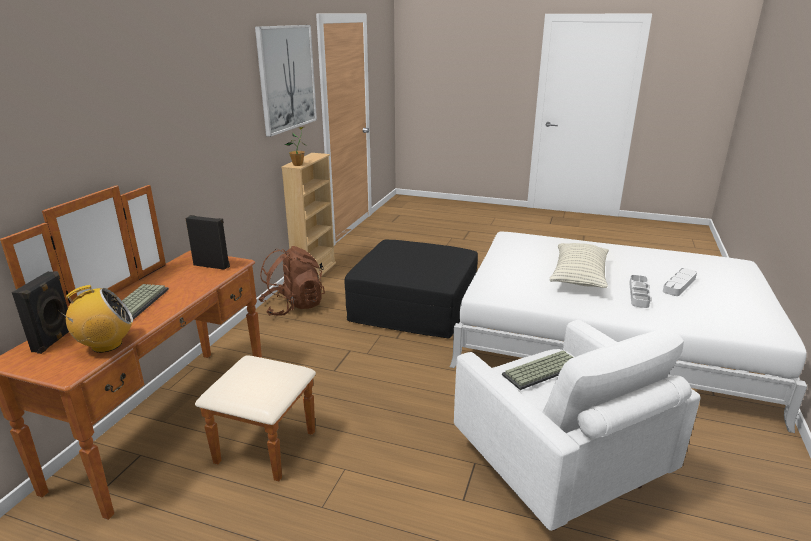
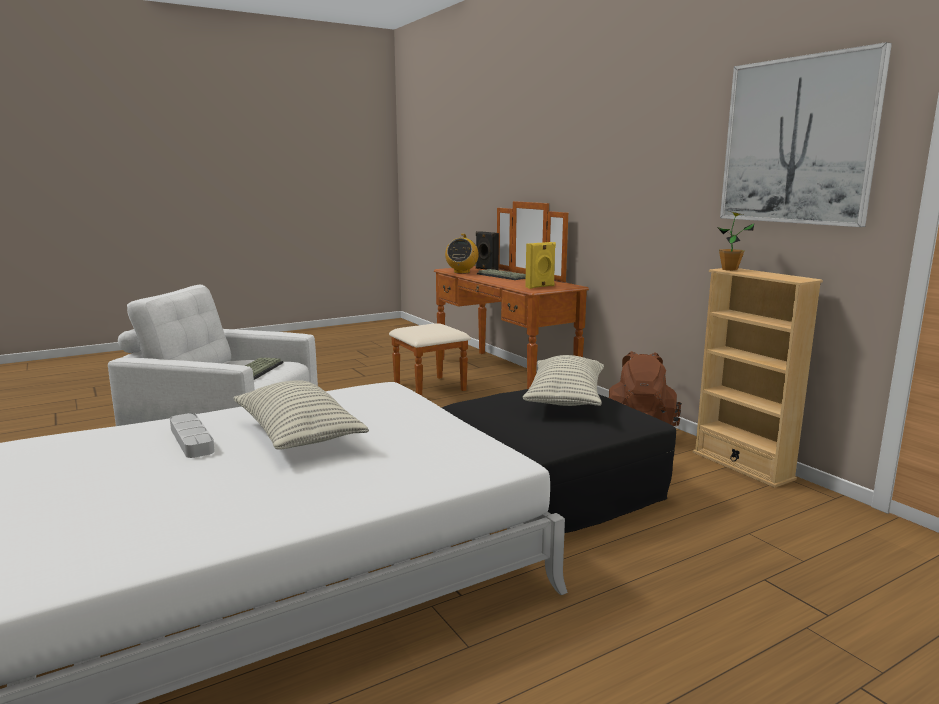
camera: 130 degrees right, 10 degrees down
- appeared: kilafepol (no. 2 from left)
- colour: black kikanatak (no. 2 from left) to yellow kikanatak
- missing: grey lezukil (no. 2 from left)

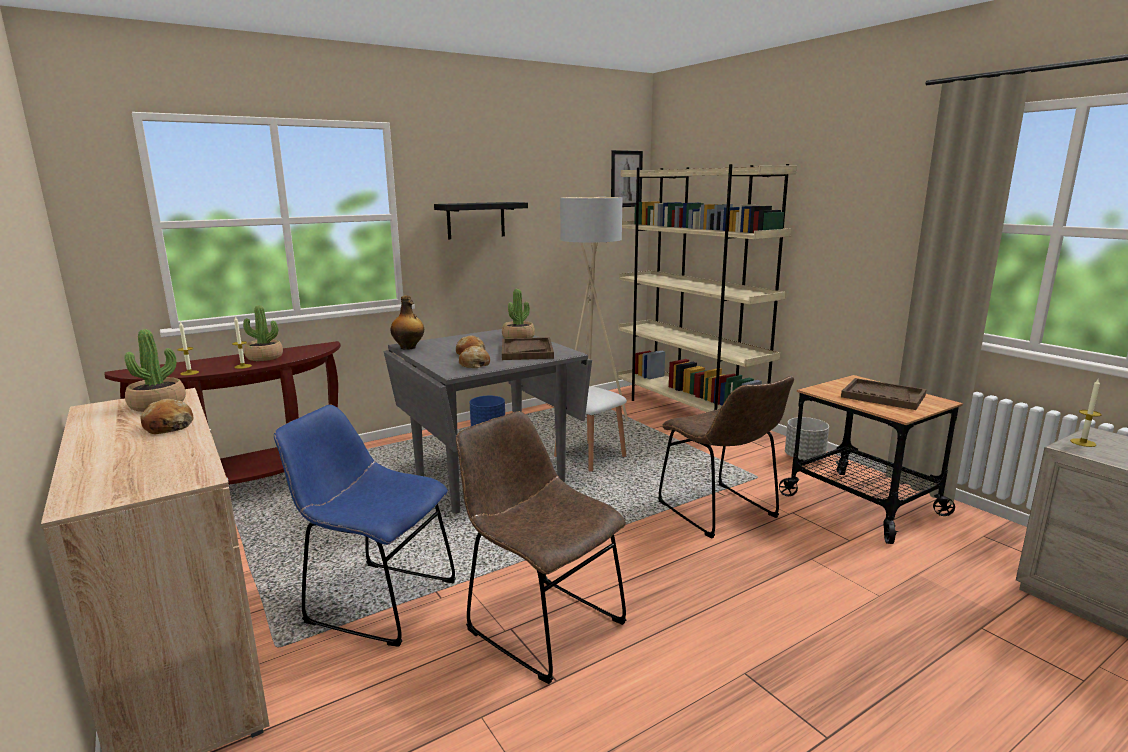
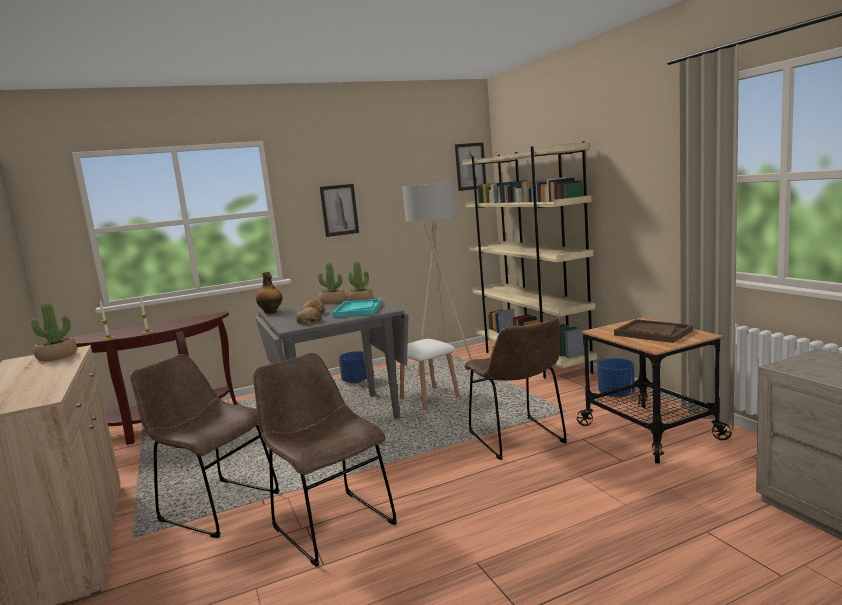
camera: 10 degrees right, 5 degrees down
- colour: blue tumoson to brown tumoson (no. 1 from left)
- relocated: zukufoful (no. 2 from left)
- exchanged: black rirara to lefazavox (no. 1 from left)
- colour: brown lezukil (no. 1 from left) to turquoise lezukil
- colour: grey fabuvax to blue fabuvax (no. 2 from left)
- missing: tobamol (no. 1 from left)
- missing: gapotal (no. 3 from left)

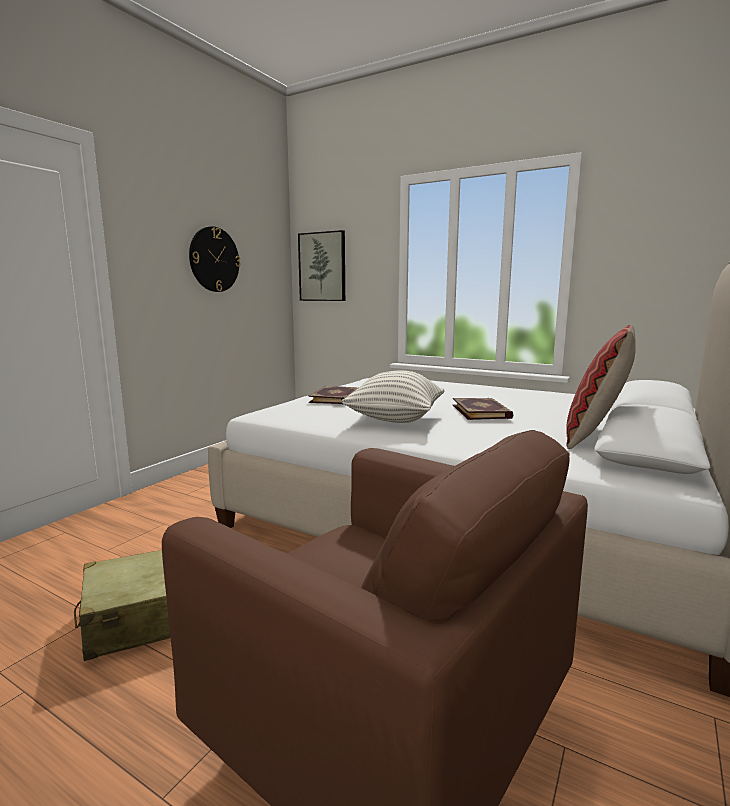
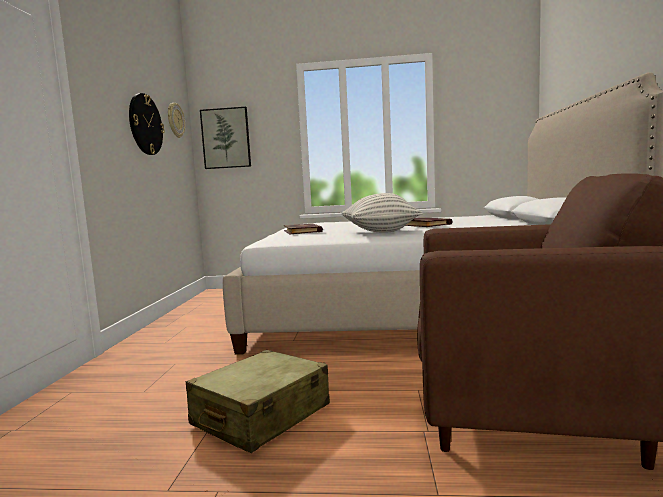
camera: 25 degrees left, 5 degrees down
- appeared: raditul (no. 2 from left)
- missing: kilafepol (no. 2 from left)

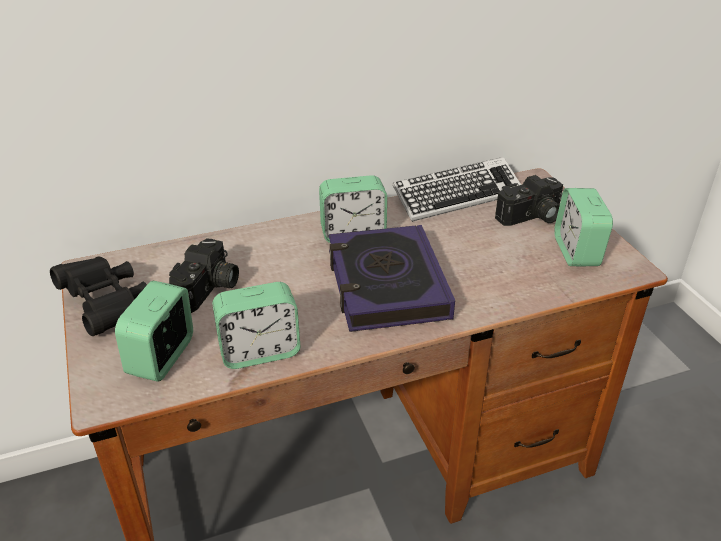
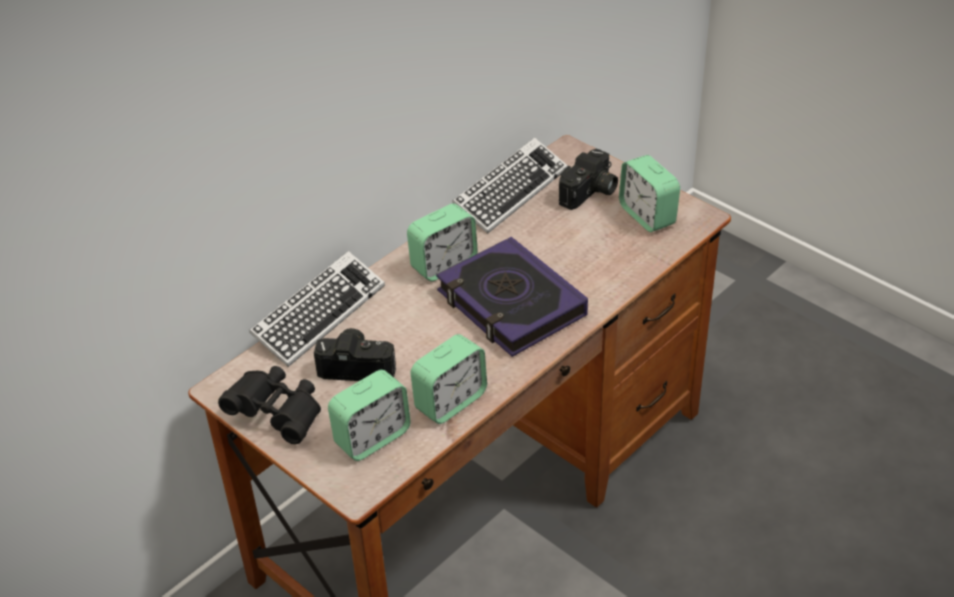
camera: 25 degrees left, 5 degrees up
- appeared: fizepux (no. 1 from left)
- spun: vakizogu (no. 1 from left) 75 degrees counterclockwise
- spun: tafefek (no. 1 from left) 120 degrees counterclockwise

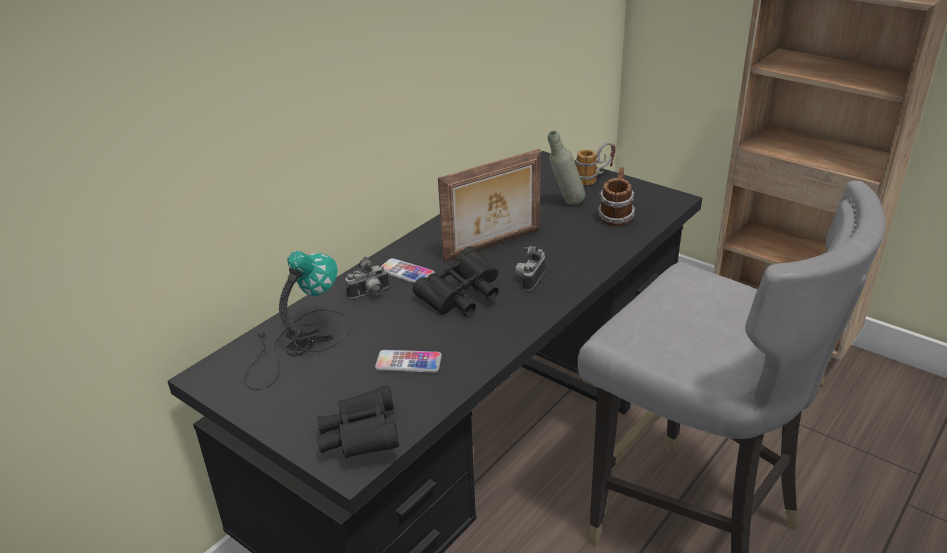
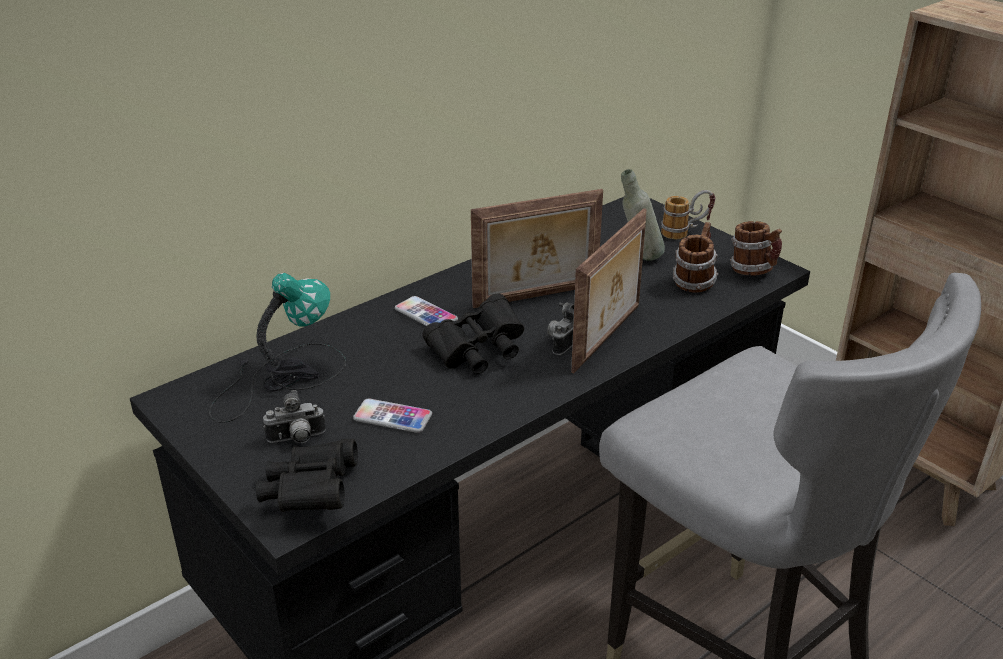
camera: 10 degrees right, 0 degrees up
- relocated: vakizogu (no. 1 from left)
- appeared: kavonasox (no. 2 from left)
- appeared: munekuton (no. 3 from left)

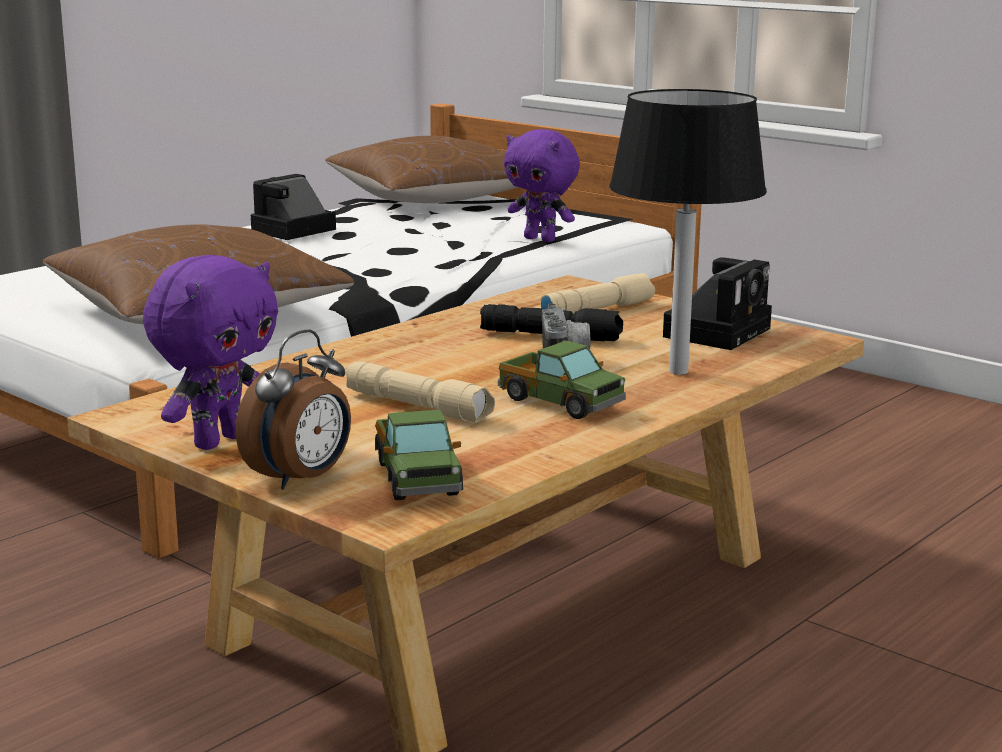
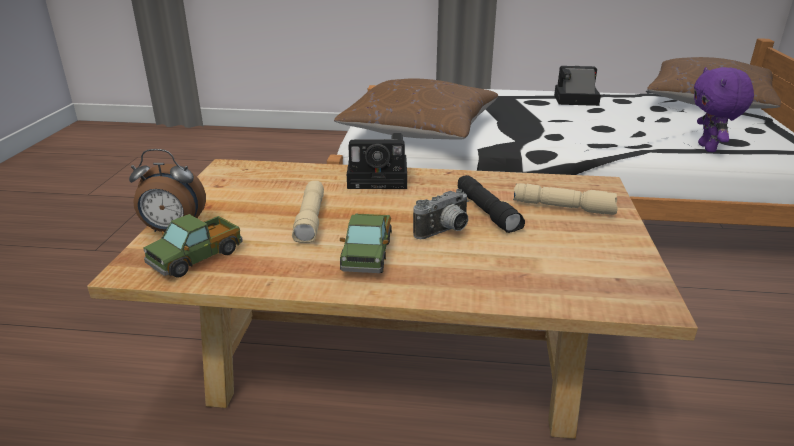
camera: 55 degrees right, 10 degrees up
- relocated: vakizogu (no. 3 from left in the first image) to vakizogu (no. 1 from left)
- missing: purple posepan (no. 1 from left)
- missing: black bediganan

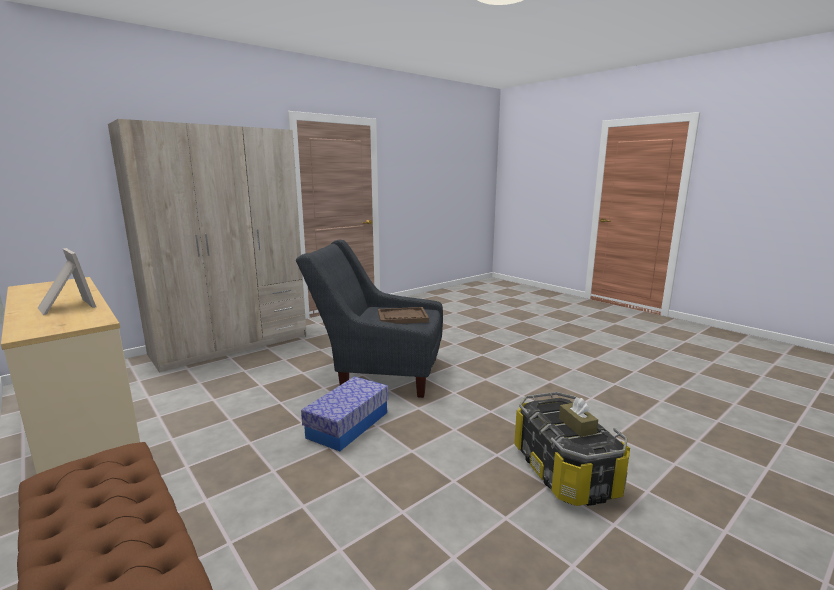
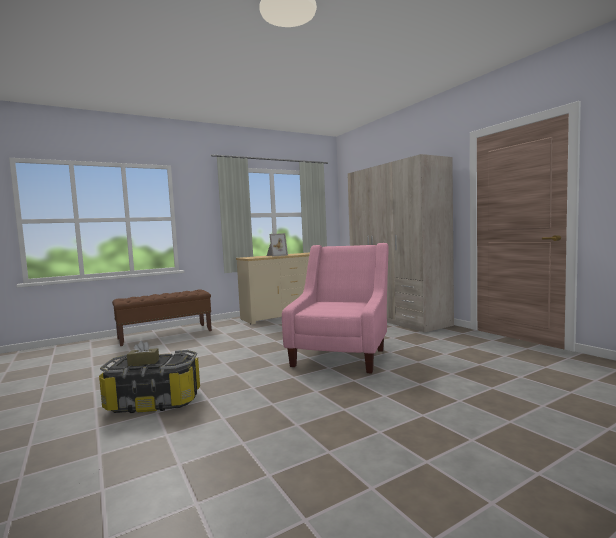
camera: 100 degrees right, 10 degrees down
- colour: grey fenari to pink fenari
- missing: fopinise (no. 1 from left)
- missing: brown lezukil

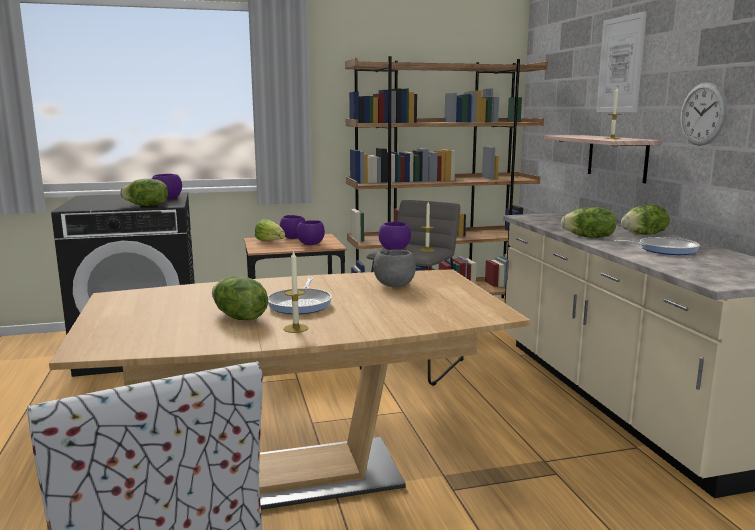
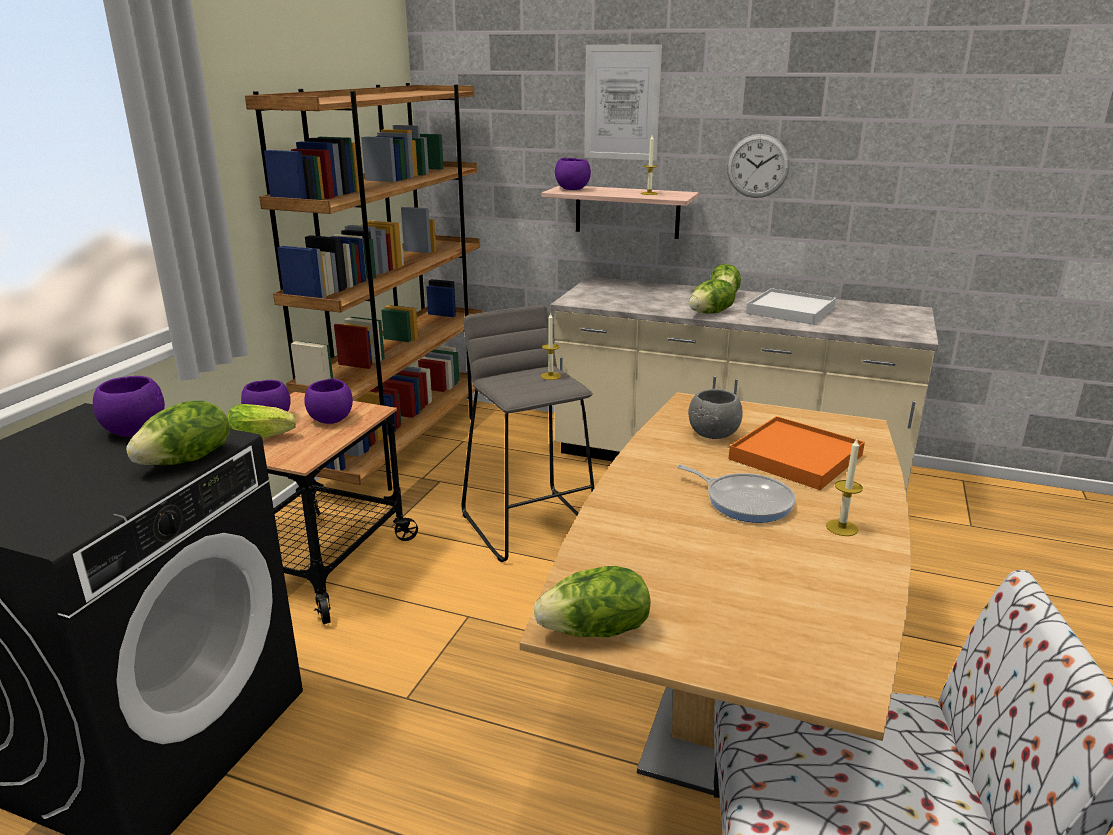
camera: 55 degrees left, 10 degrees up
- relocated: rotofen (no. 2 from left in the first image) to rotofen (no. 3 from left)
- relocated: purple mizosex (no. 4 from left)
- appeared: orange lezukil
- exchanged: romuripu (no. 2 from left) to white lezukil

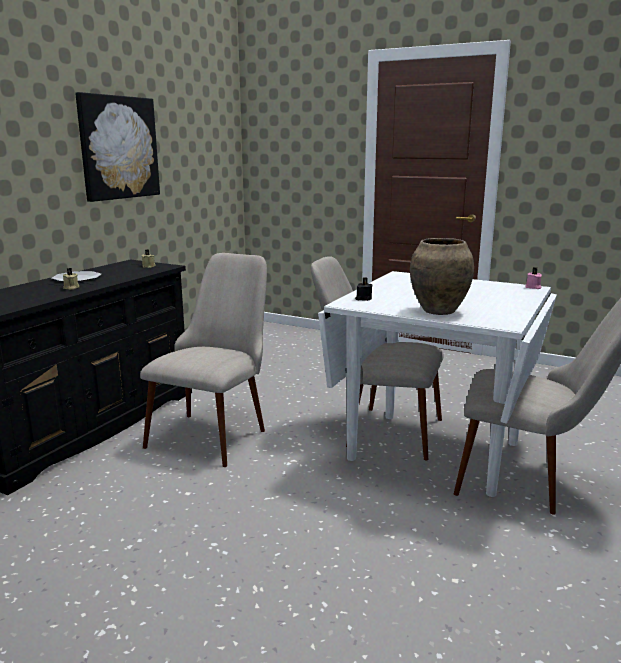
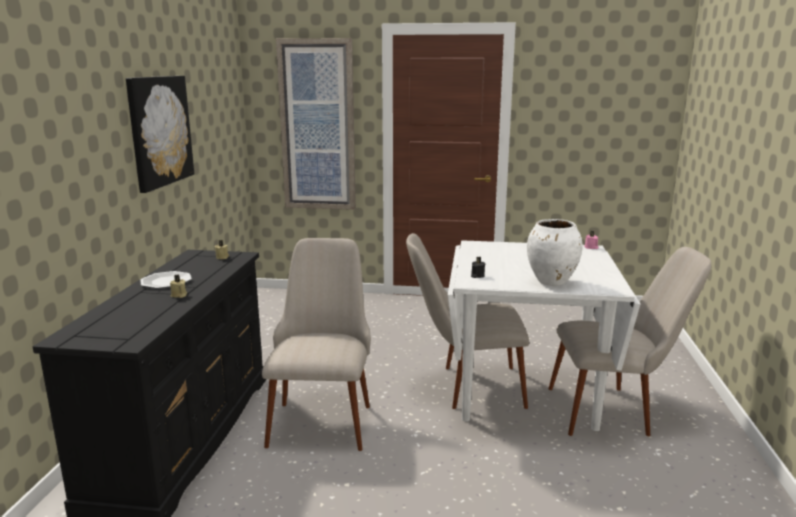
camera: 20 degrees left, 0 degrees up
- appeared: lefazavox (no. 2 from left)
- colour: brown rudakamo to white rudakamo

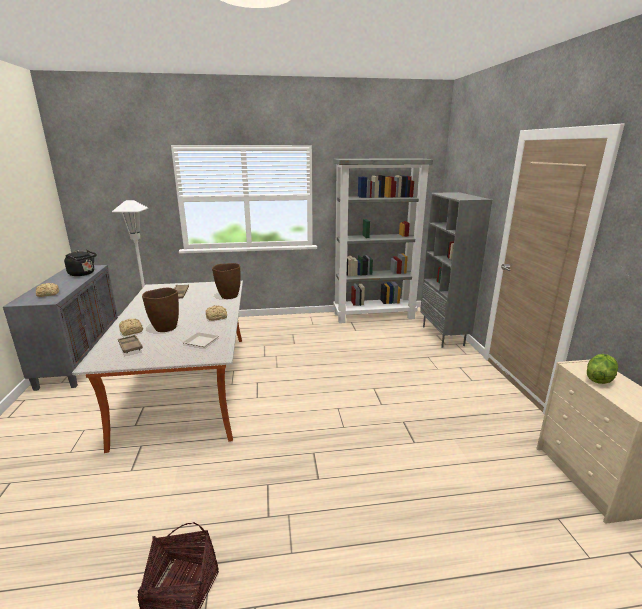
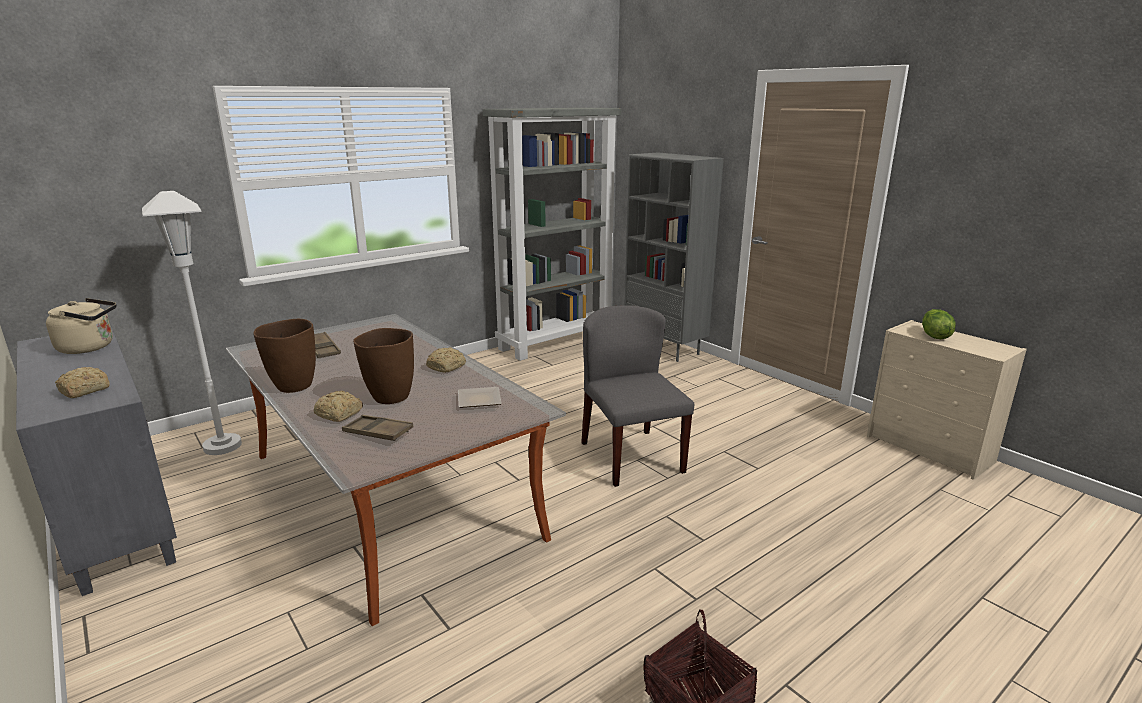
camera: 30 degrees left, 0 degrees up
- colour: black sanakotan to beige sanakotan
- relocated: brown rudakamo (no. 2 from left in the first image) to brown rudakamo (no. 1 from left)
- appeared: grey tumoson

